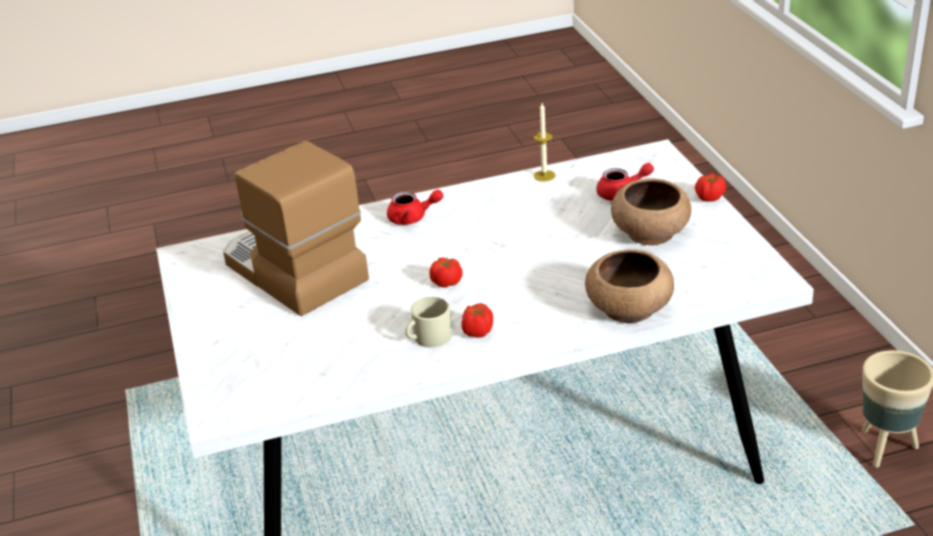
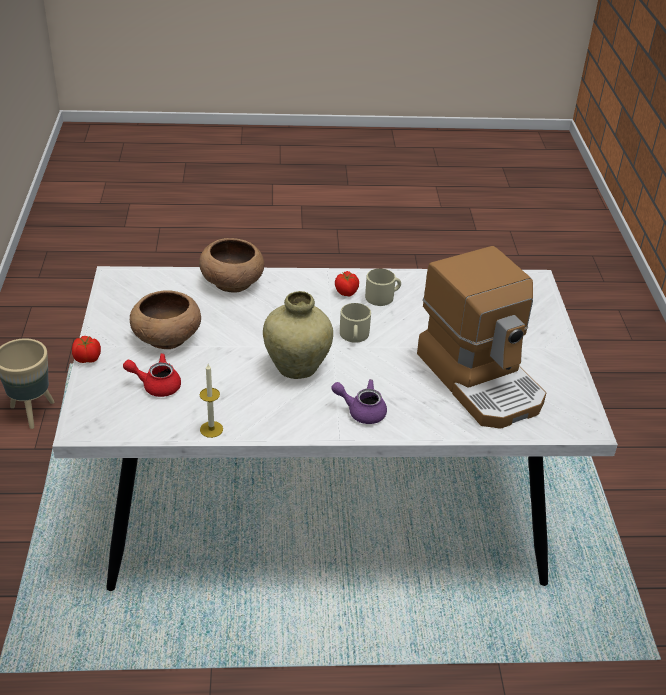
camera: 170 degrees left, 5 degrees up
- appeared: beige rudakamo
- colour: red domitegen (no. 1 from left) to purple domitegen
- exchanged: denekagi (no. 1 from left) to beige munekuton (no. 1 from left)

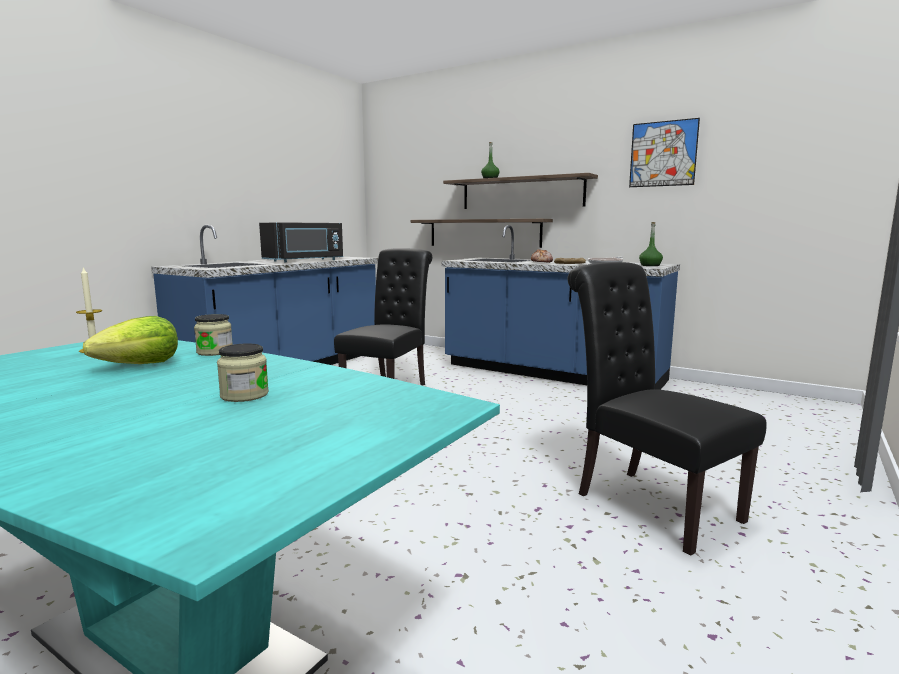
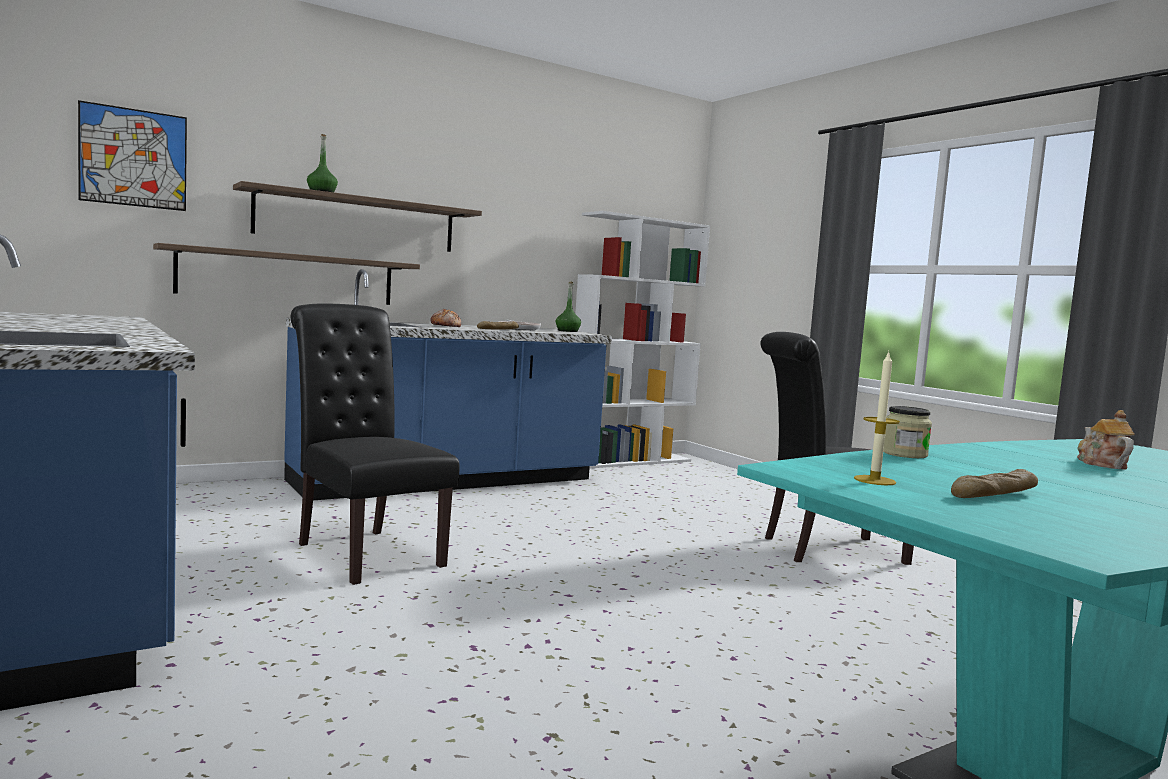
camera: 65 degrees left, 5 degrees down
- relocated: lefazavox
- appeared: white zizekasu
- appeared: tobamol (no. 3 from left)
- exchanged: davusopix (no. 2 from left) to domitegen
- missing: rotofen
- missing: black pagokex

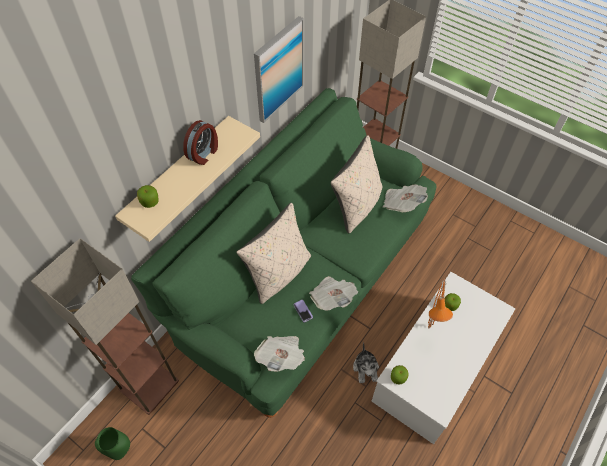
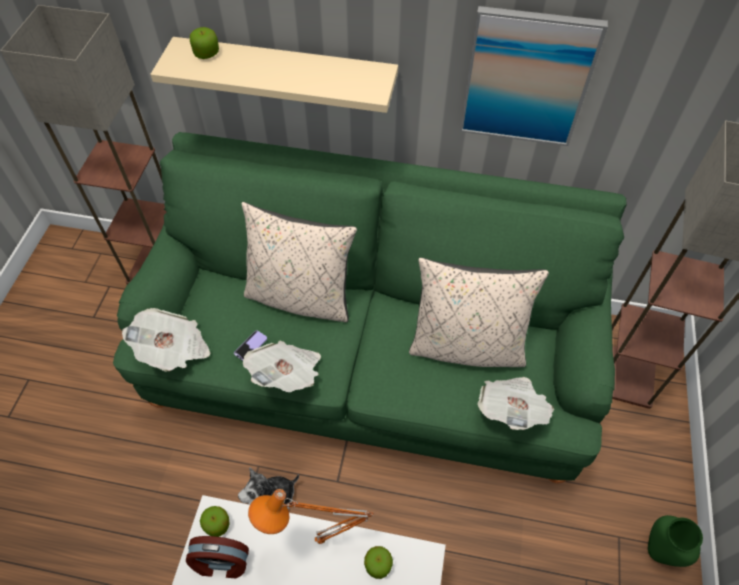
camera: 65 degrees right, 0 degrees up
- relocated: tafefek
- relocated: green rudakamo

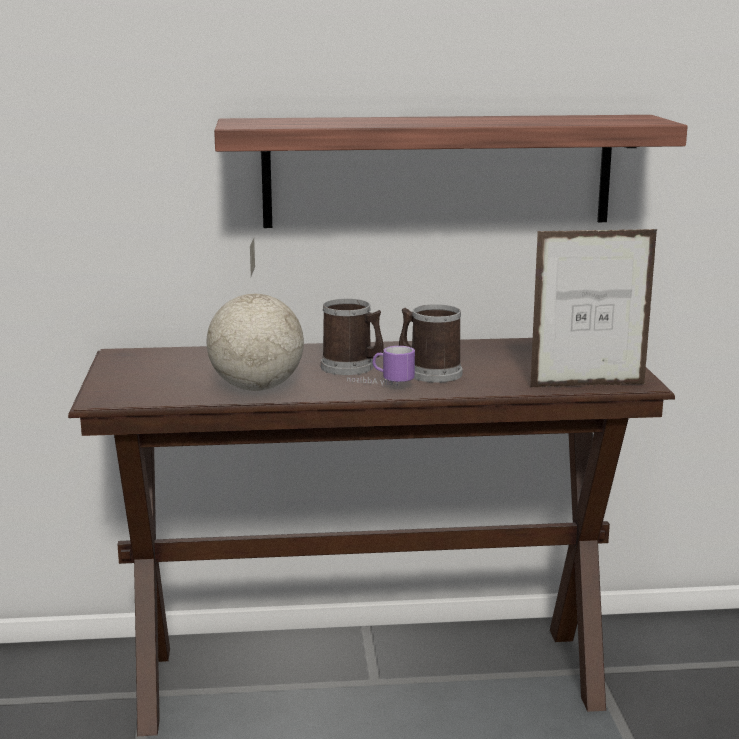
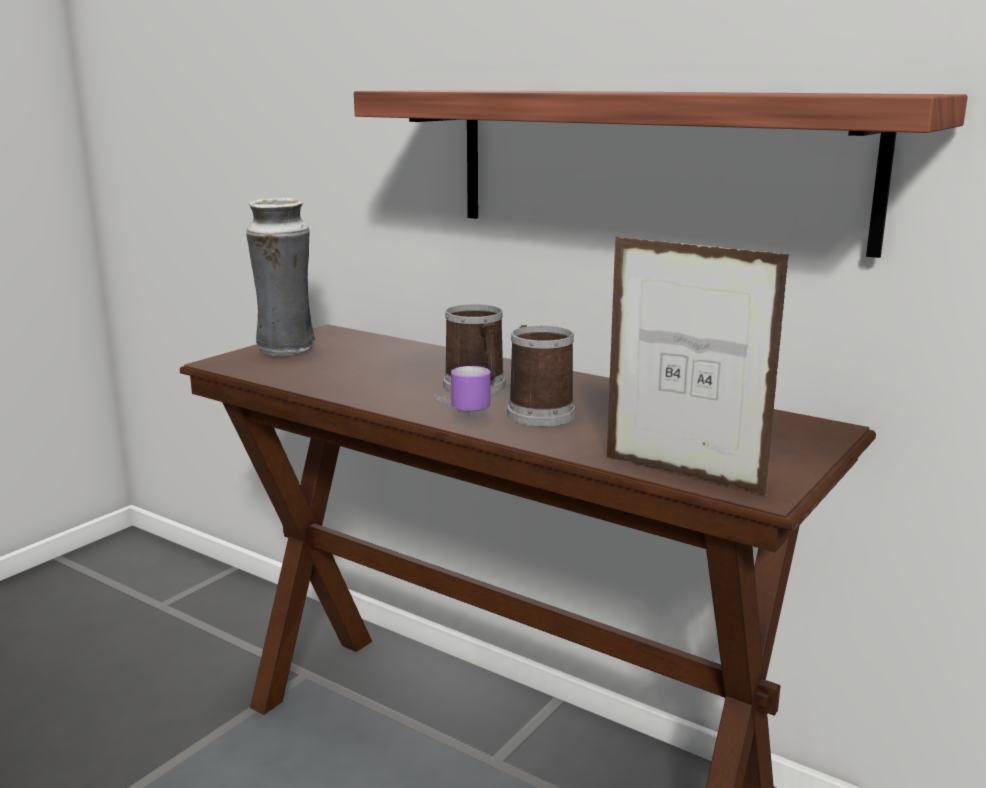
camera: 40 degrees right, 0 degrees up
- appeared: rudakamo
- missing: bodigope

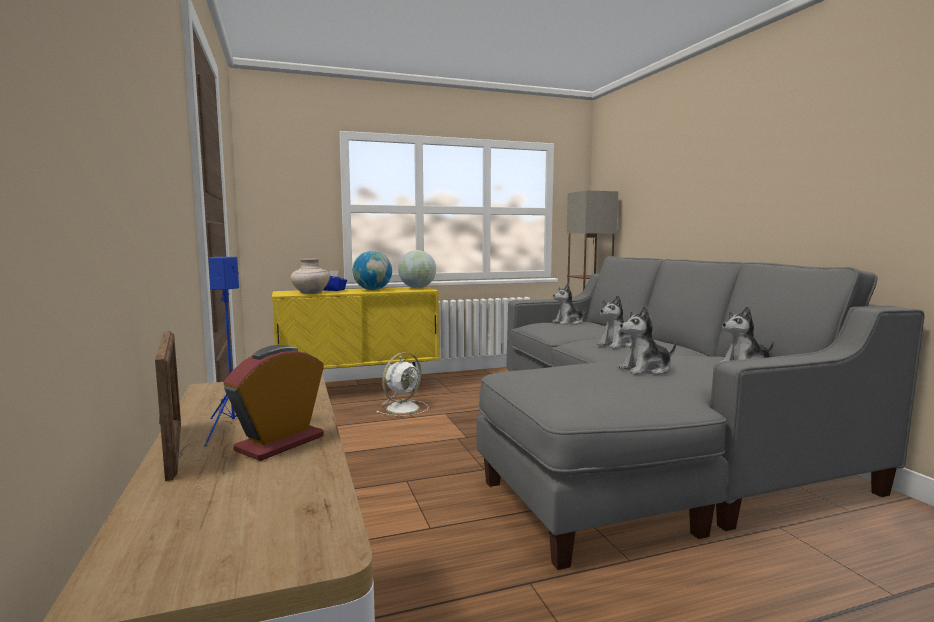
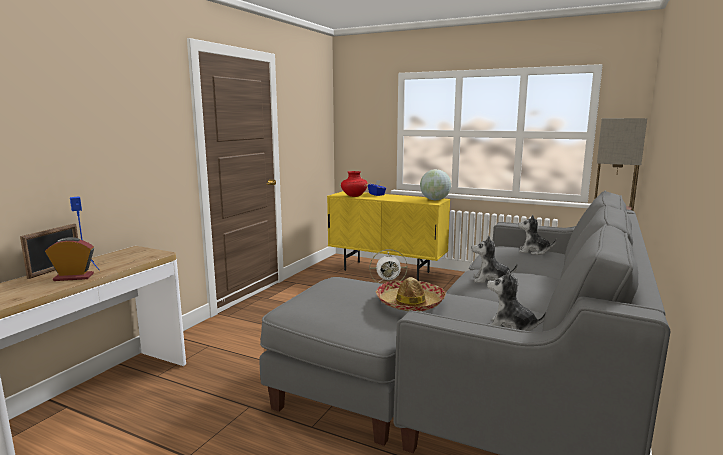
camera: 45 degrees right, 5 degrees up
- colour: beige rudakamo to red rudakamo
- exchanged: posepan (no. 3 from left) to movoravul
- missing: bodigope (no. 1 from left)

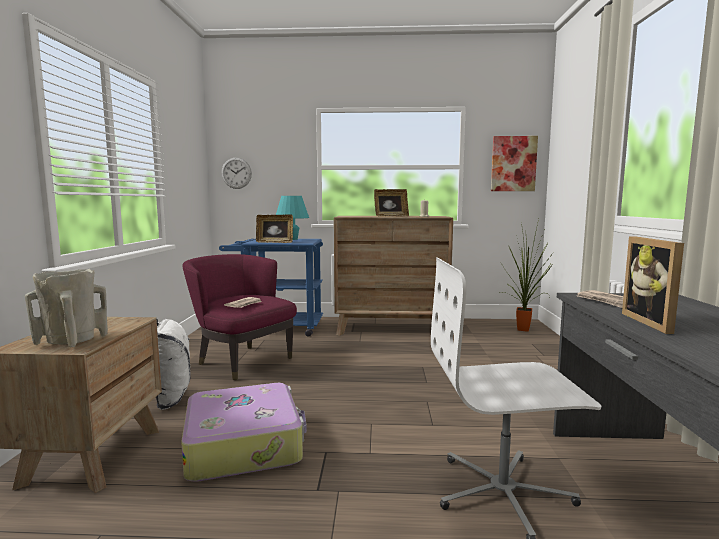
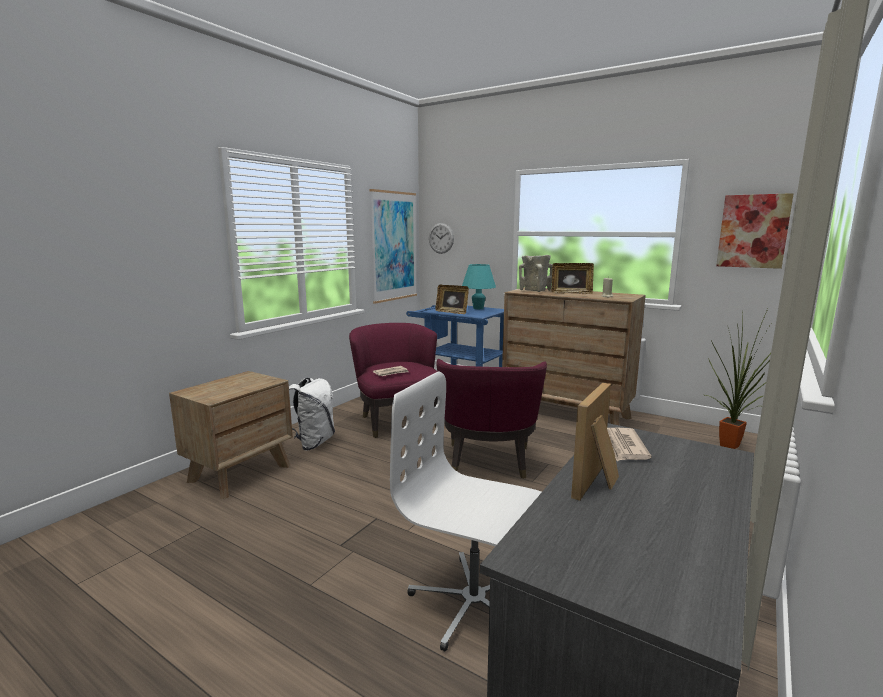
camera: 30 degrees right, 5 degrees up
- appeared: lefazavox (no. 1 from left)
- appeared: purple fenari (no. 2 from left)
- relocated: beige rudakamo
- missing: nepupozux

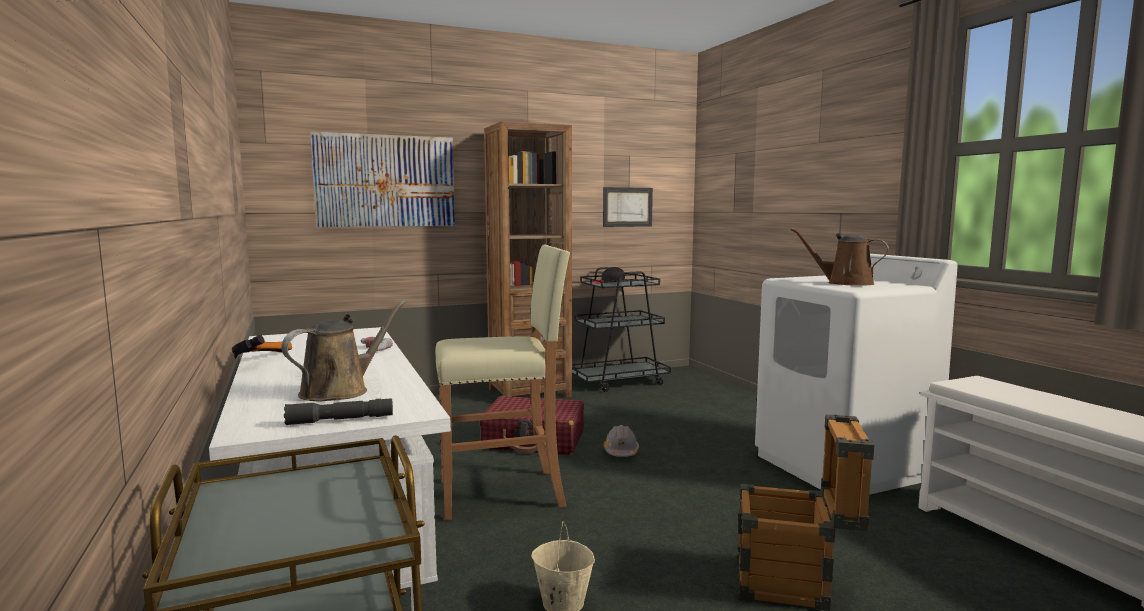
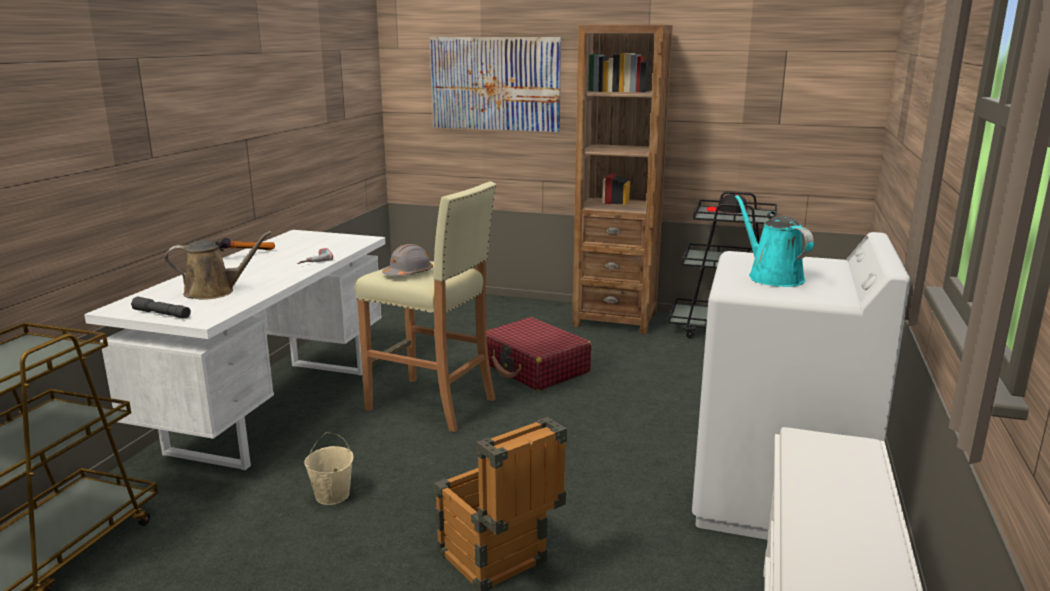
camera: 40 degrees right, 10 degrees up
- relocated: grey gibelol
- colour: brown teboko (no. 2 from left) to turquoise teboko
- missing: lefazavox (no. 2 from left)

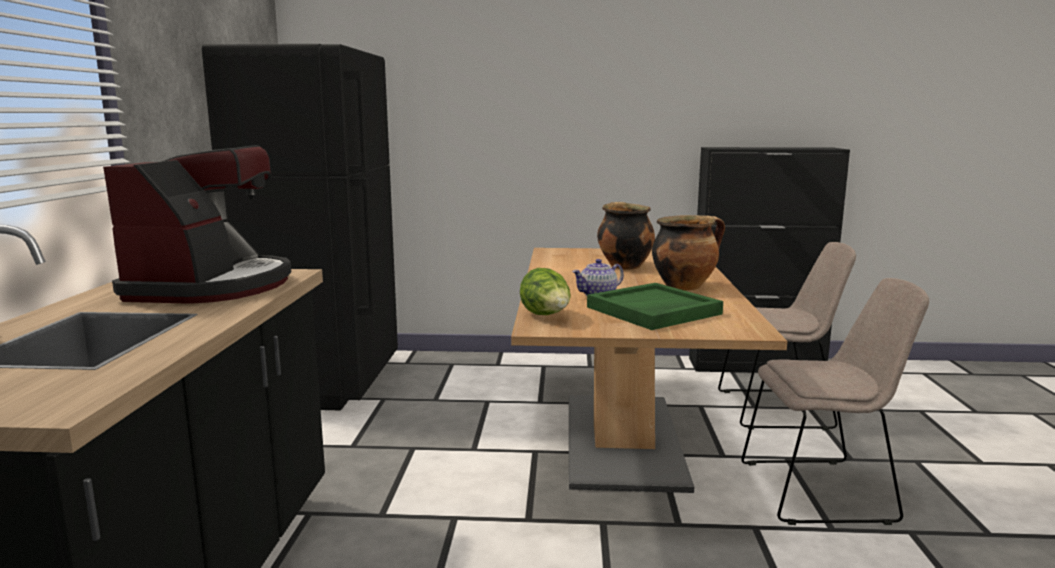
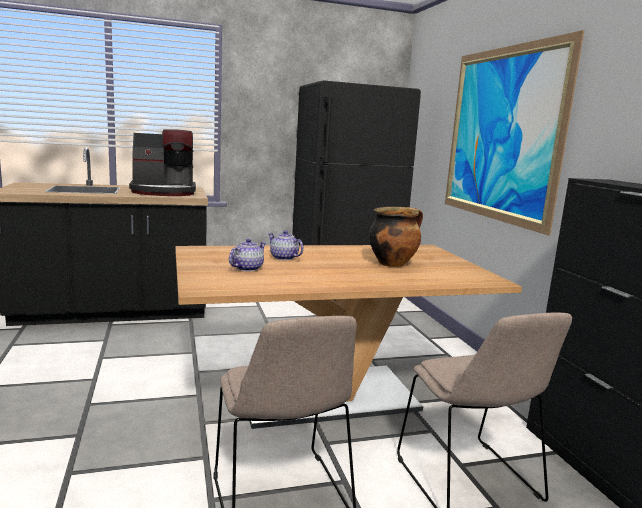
camera: 70 degrees right, 0 degrees up
- exchanged: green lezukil to domitegen (no. 1 from left)
- appeared: lefazavox
- missing: rotofen
- missing: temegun (no. 2 from left)

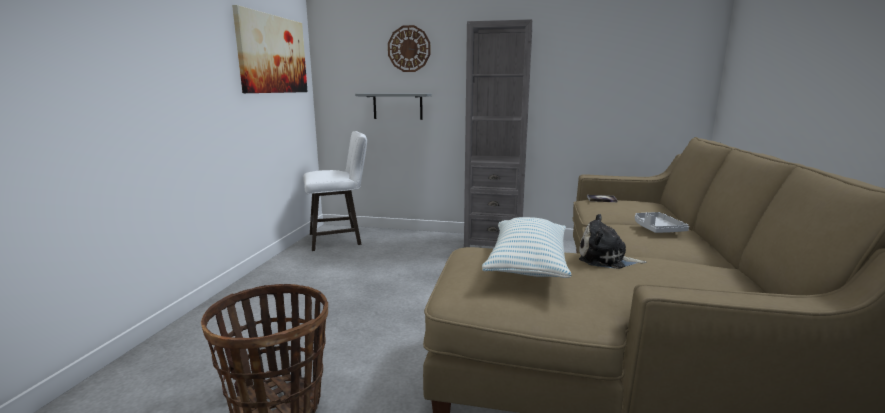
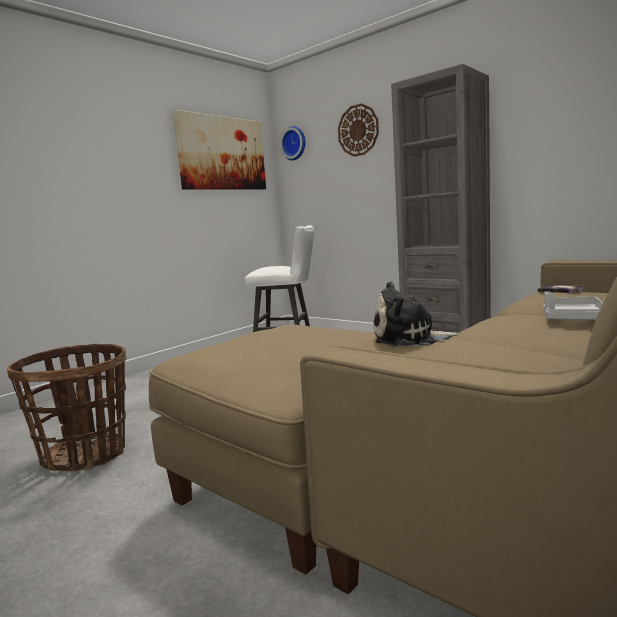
camera: 30 degrees right, 5 degrees down
- appeared: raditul (no. 1 from left)
- spun: posepan 45 degrees counterclockwise
- missing: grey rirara
- missing: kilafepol

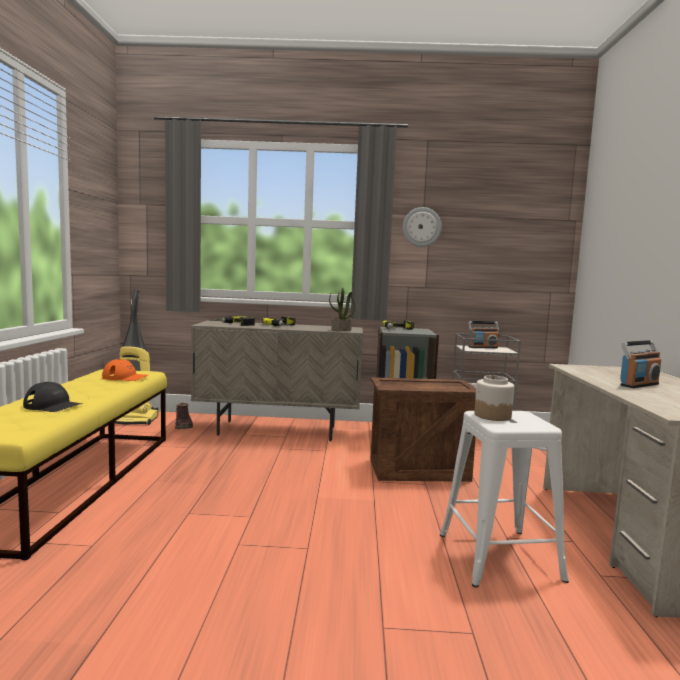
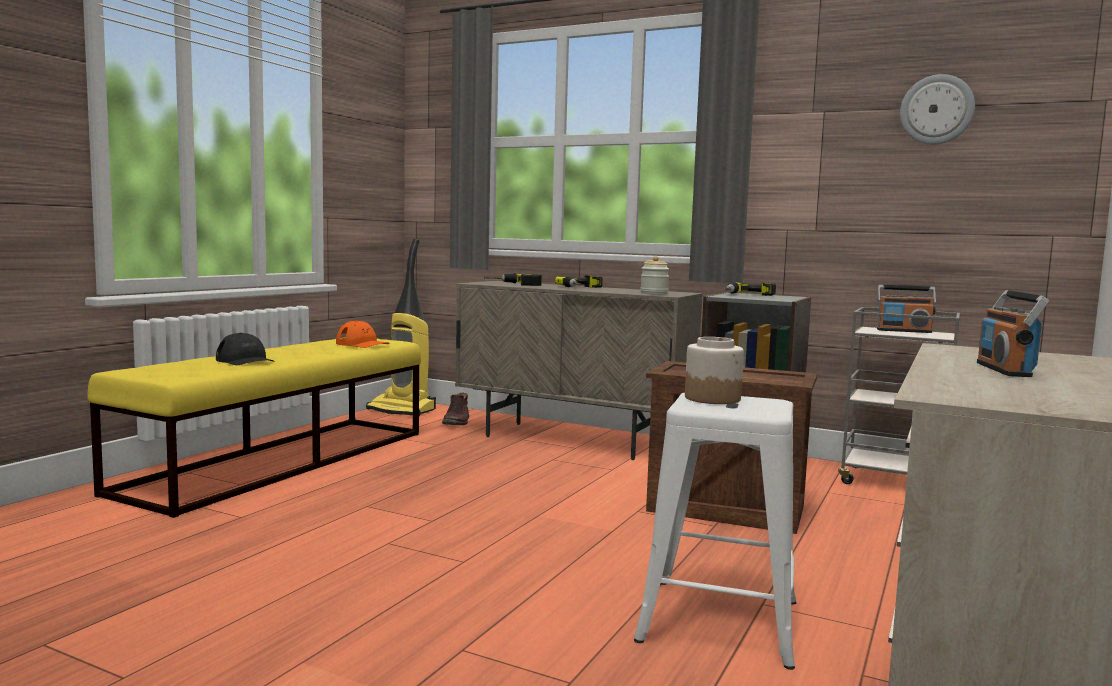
camera: 25 degrees right, 0 degrees up
- exchanged: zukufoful to davusopix (no. 1 from left)
- relocated: raditul
- spun: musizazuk (no. 2 from left) 105 degrees clockwise

